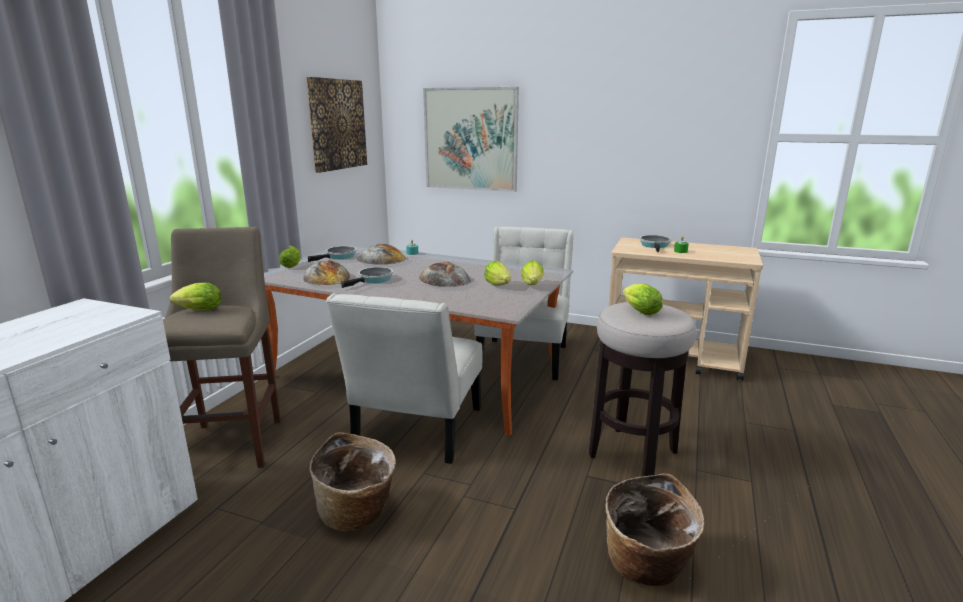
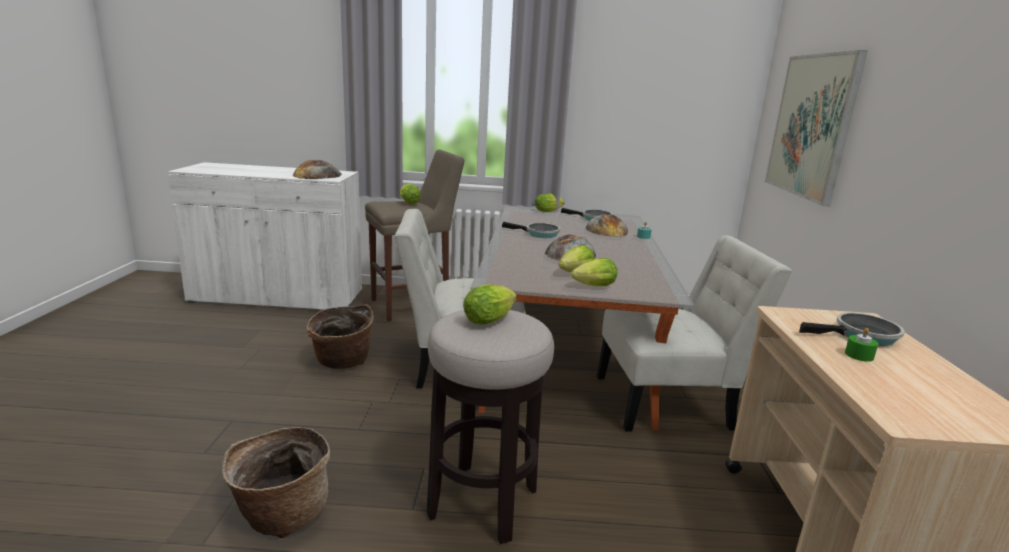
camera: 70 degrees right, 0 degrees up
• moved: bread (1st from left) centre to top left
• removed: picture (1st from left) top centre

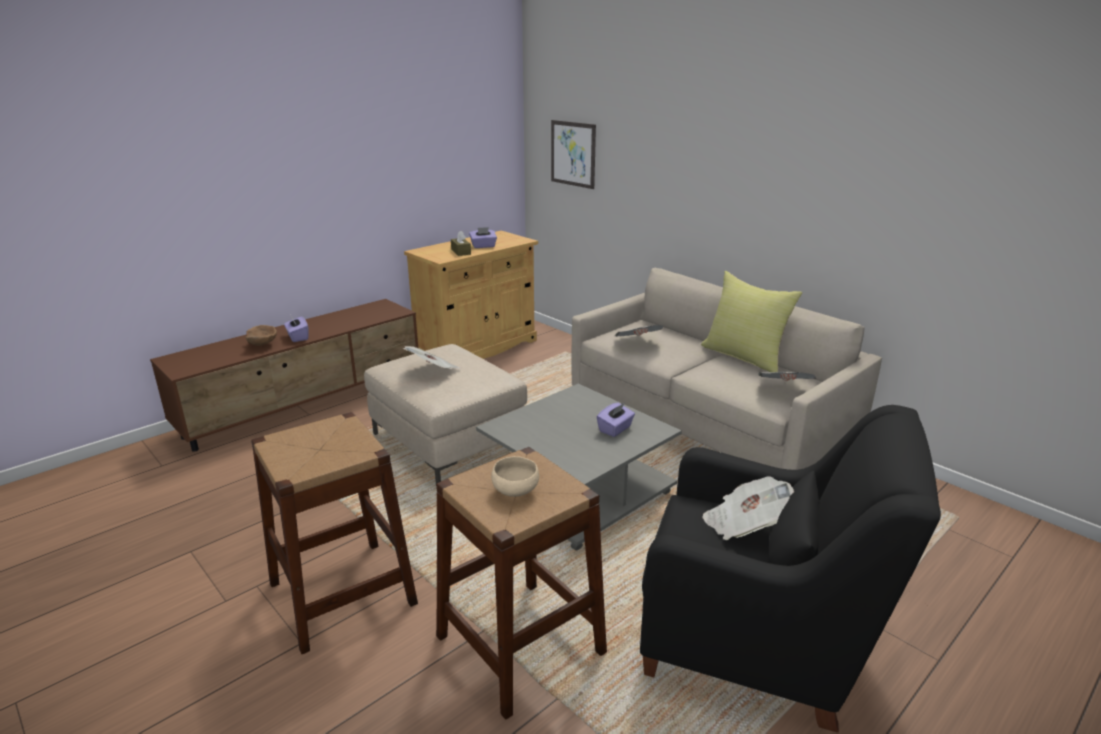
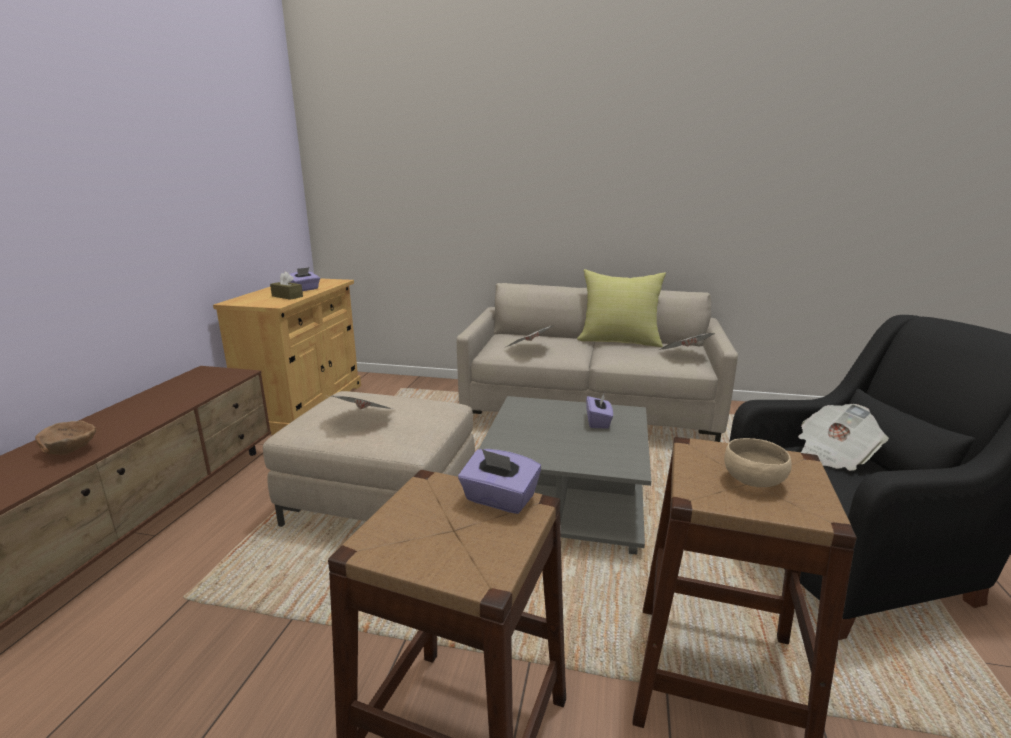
camera: 35 degrees left, 5 degrees down
• moved: tissue box (purple) (1st from left in the first image) middle left to tissue box (purple) (2nd from left) centre
• removed: picture top centre

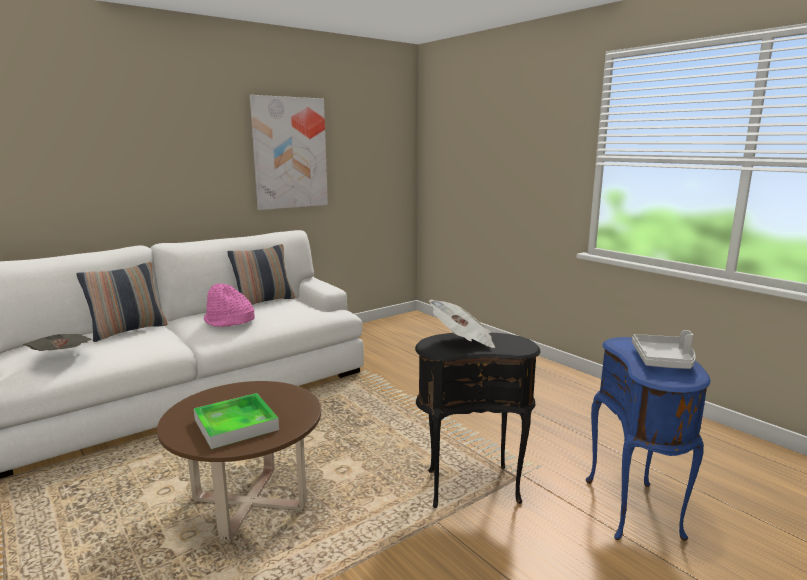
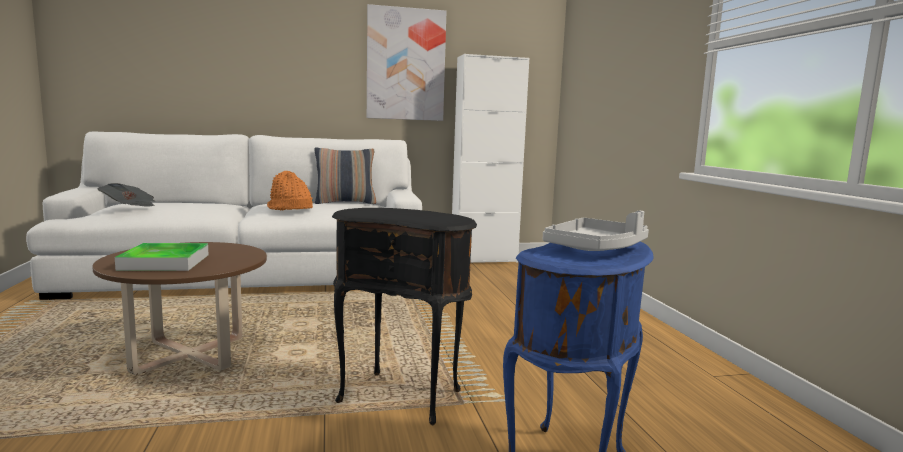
camera: 25 degrees right, 5 degrees down
• recoloured: hat (pink) middle left to hat (orange) middle left
• added: cabinet (white) centre
• removed: pillow (1st from left) middle left
• removed: newspaper (2nd from left) centre

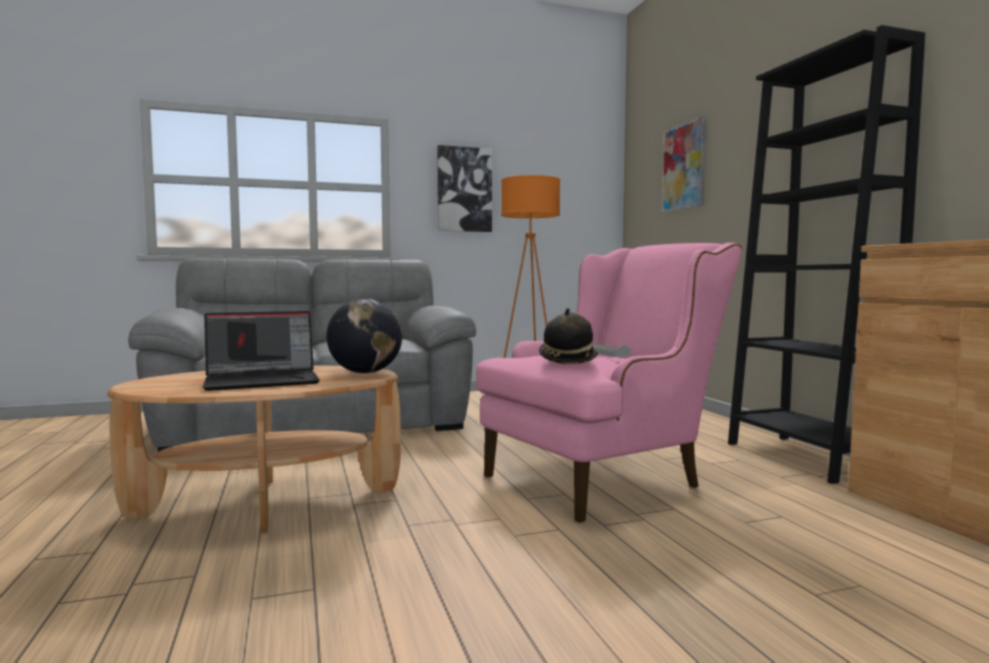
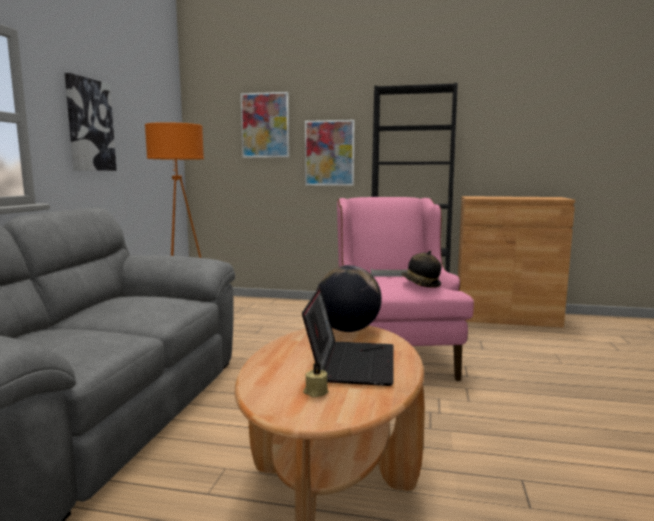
camera: 60 degrees left, 5 degrees up
• added: candle (beige) bottom centre
• added: picture (3rd from left) top centre

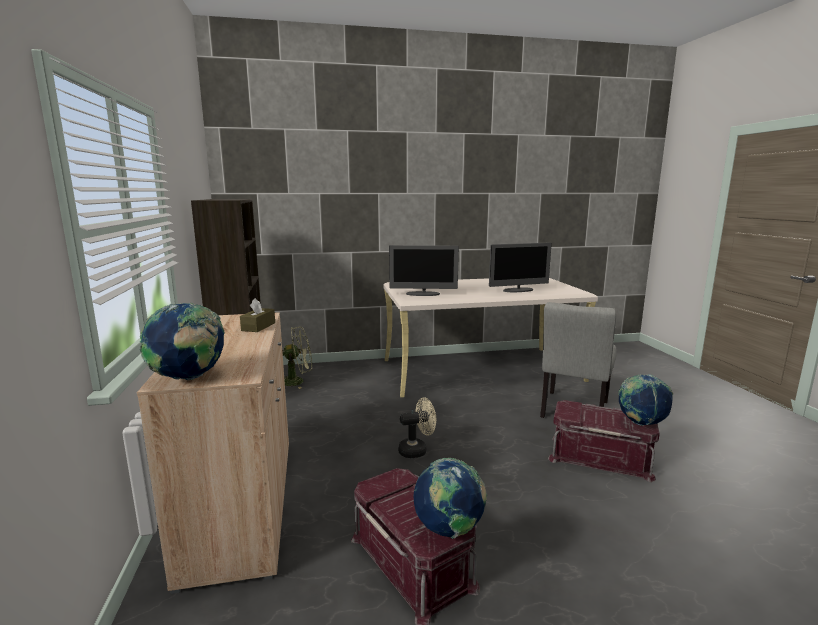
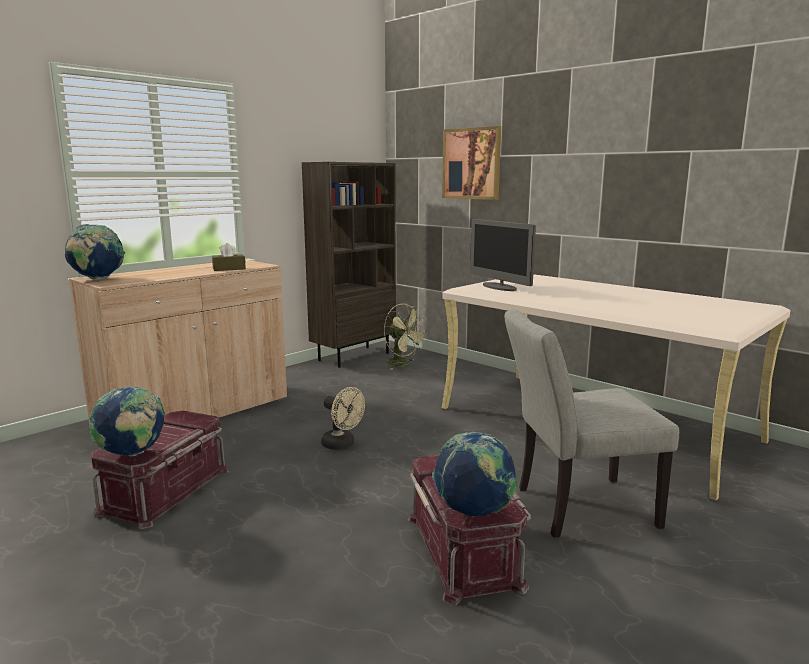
camera: 55 degrees right, 0 degrees up
• added: picture top centre
• removed: monitor (2nd from left) centre

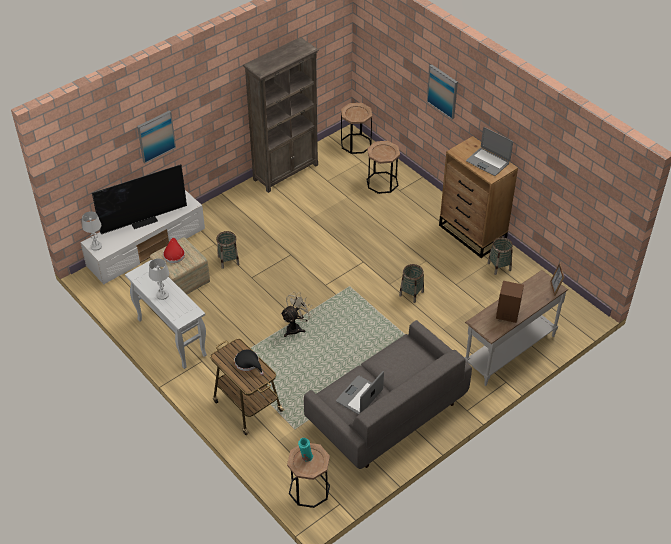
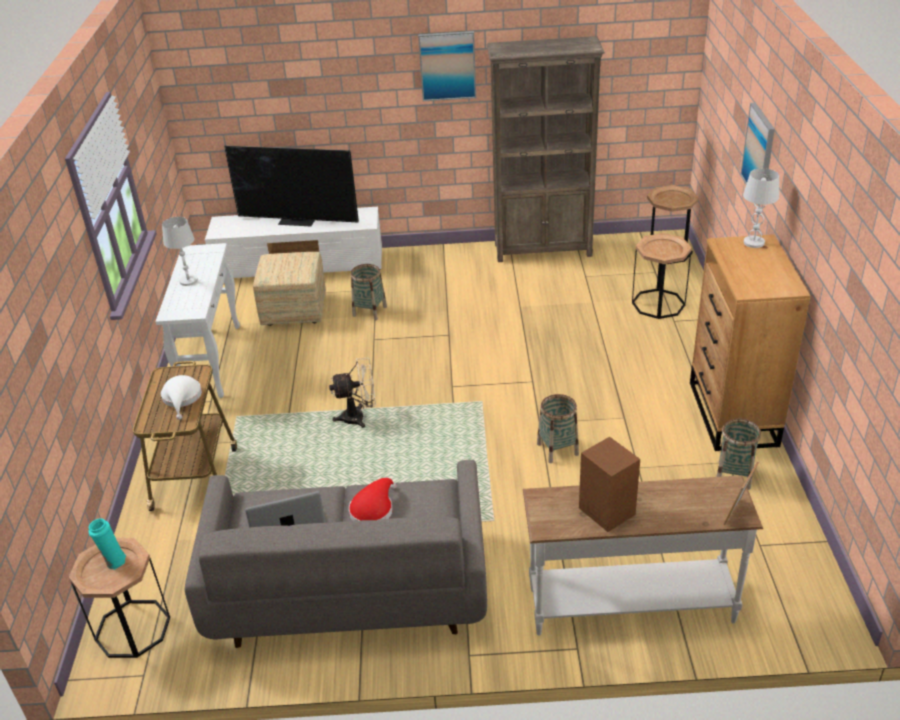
camera: 40 degrees right, 10 degrees down
• recoloured: hat (black) centre to hat (white) middle left
• moved: hat (red) middle left to bottom centre
• moved: picture (1st from left) top left to top centre
• moved: table lamp (white) (1st from left in the first image) middle left to table lamp (white) (2nd from left) top right
• removed: laptop (2nd from left) top right

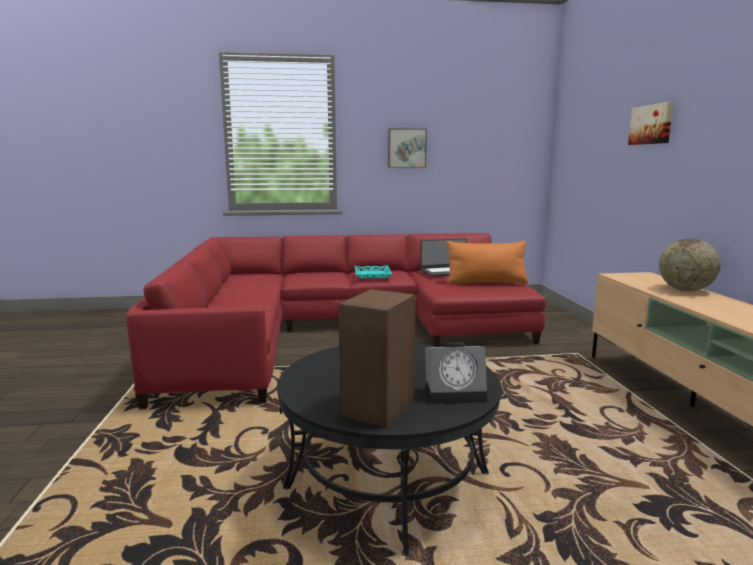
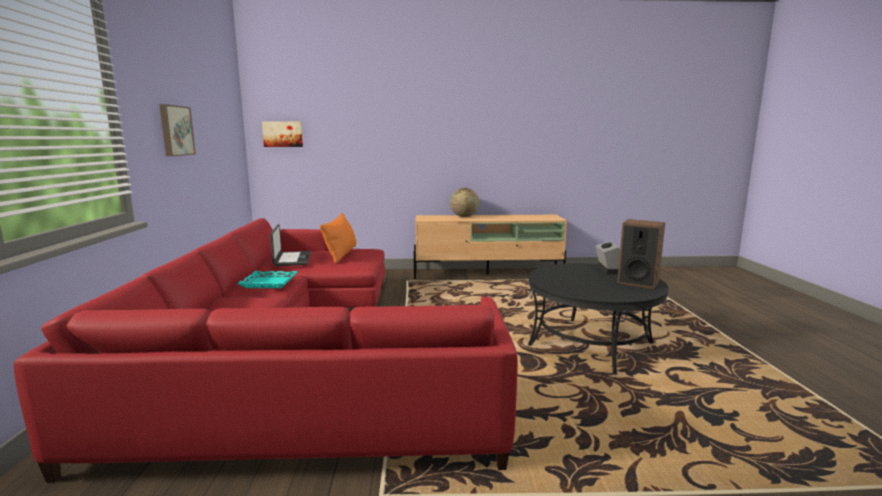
camera: 85 degrees left, 0 degrees up
• moved: picture (2nd from left) top right to top left

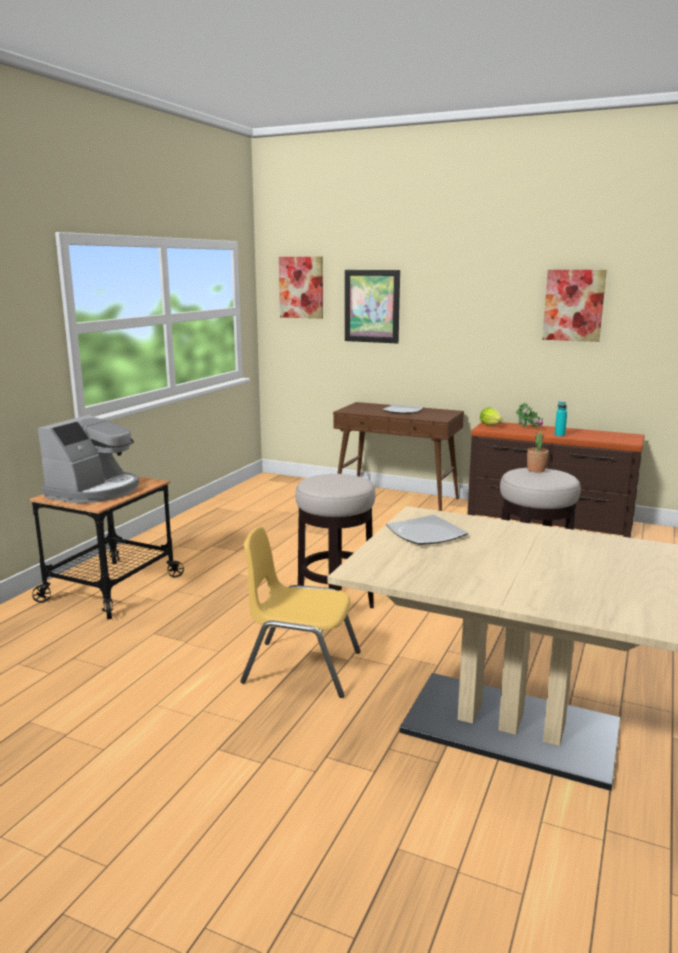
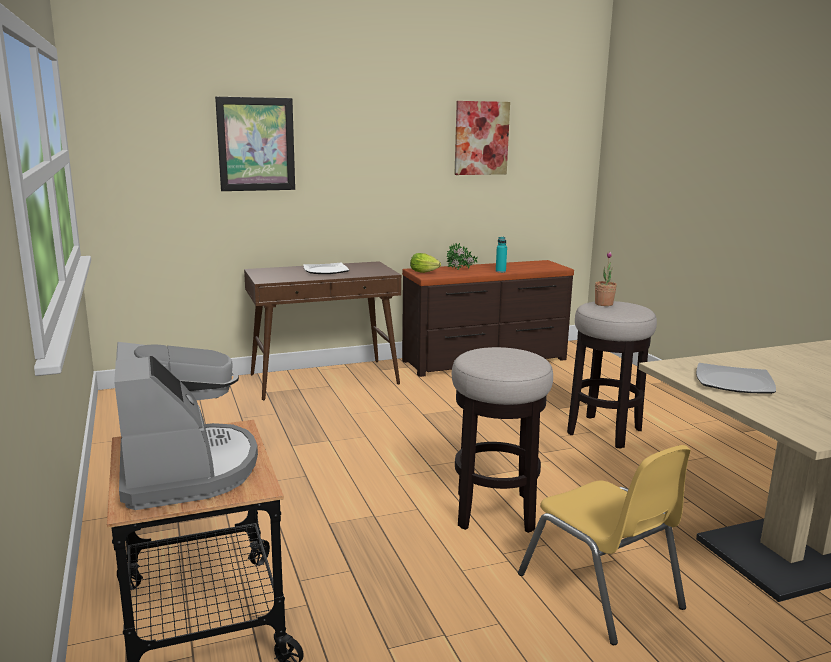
camera: 45 degrees left, 0 degrees up
• turned: chair (yellow) centre = bottom right 90 degrees counterclockwise
• removed: picture (1st from left) top centre

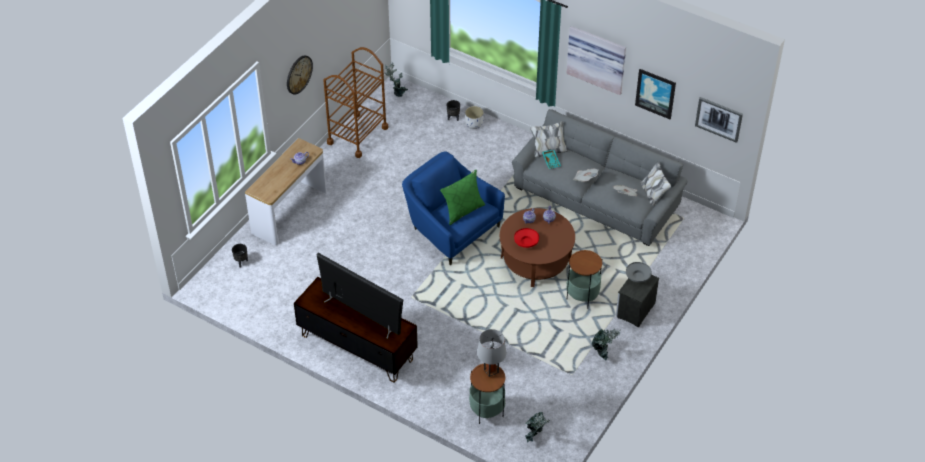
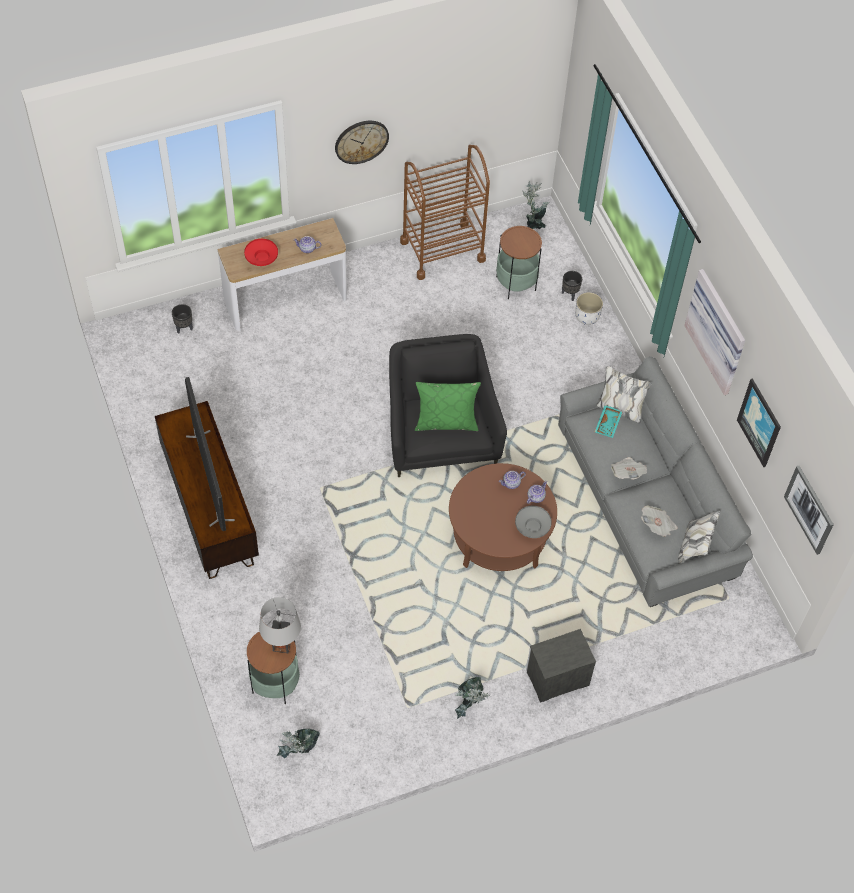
camera: 35 degrees right, 10 degrees up
• moved: bowl (red) centre to top left
• recoloured: armchair (blue) centre to armchair (black) centre
• moved: side table (2nd from left) centre to top centre
• moved: bowl (grey) middle right to centre

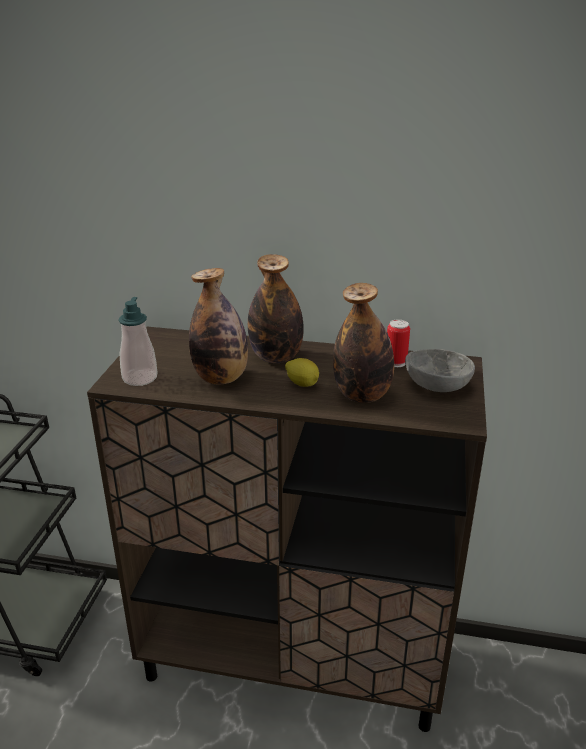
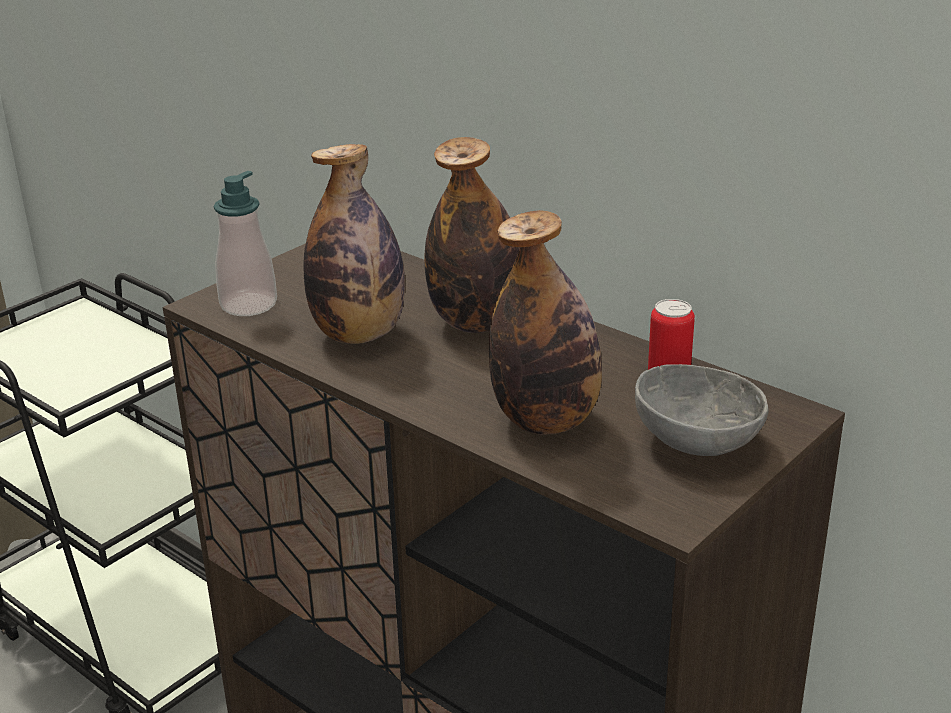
camera: 30 degrees right, 0 degrees up
• removed: lemon centre

